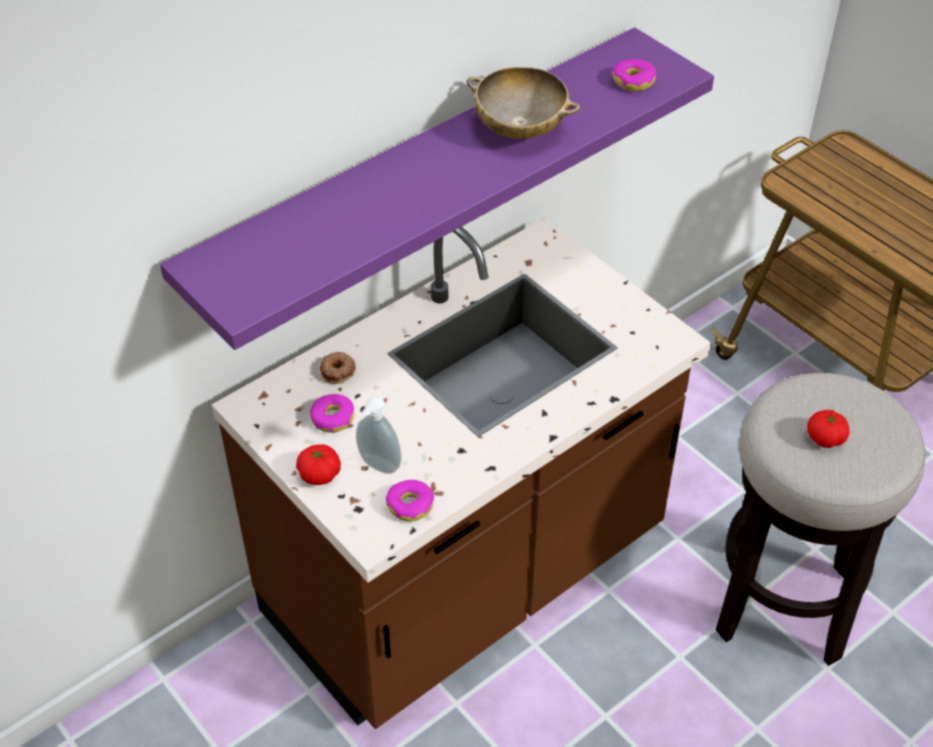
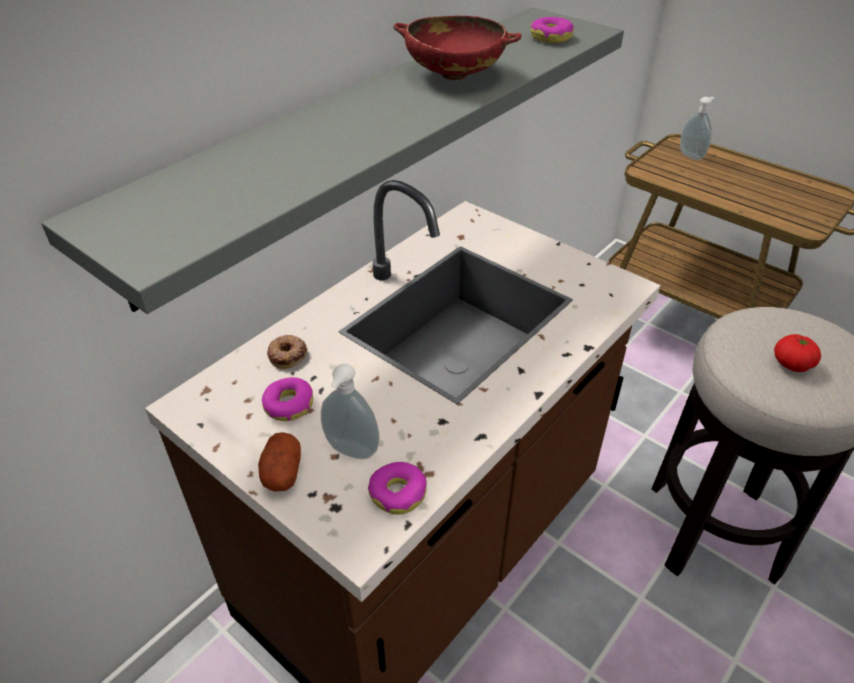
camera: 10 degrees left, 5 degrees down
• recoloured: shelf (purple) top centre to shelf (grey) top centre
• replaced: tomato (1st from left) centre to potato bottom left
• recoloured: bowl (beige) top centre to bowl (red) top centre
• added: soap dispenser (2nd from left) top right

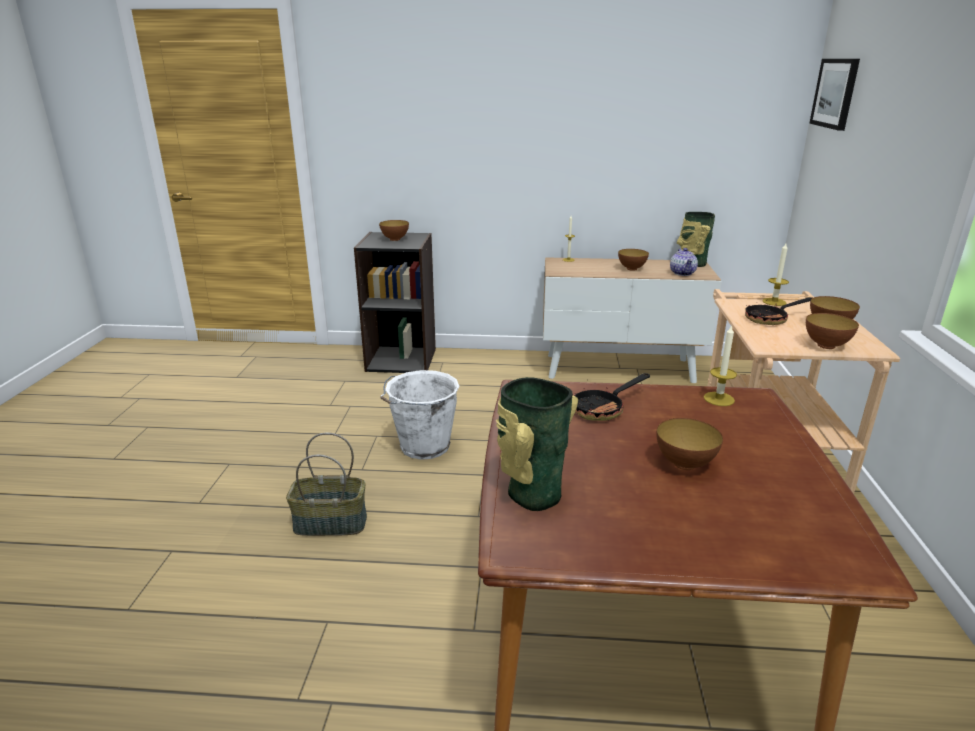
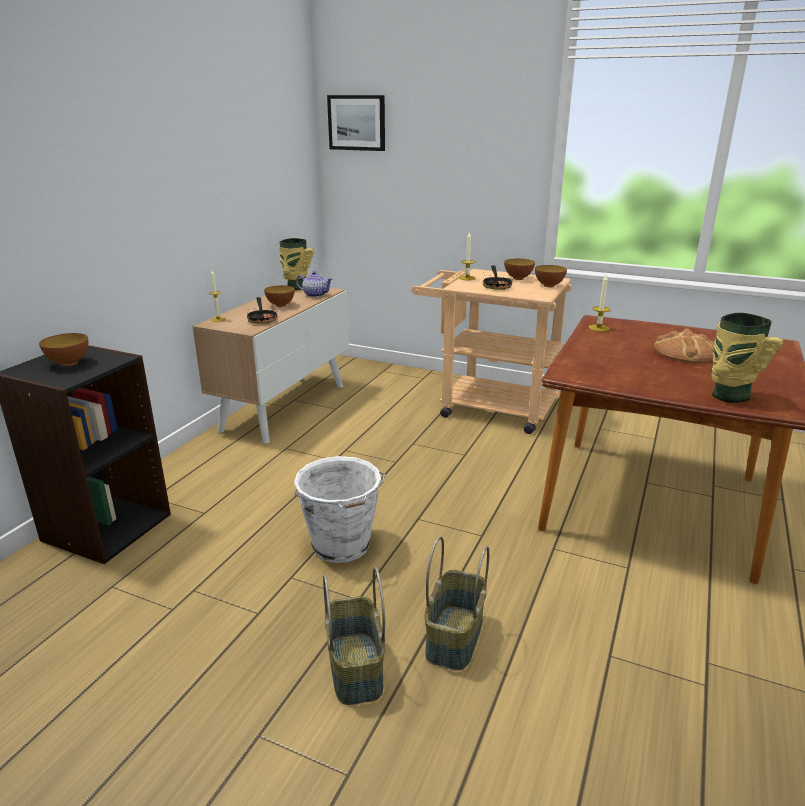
camera: 70 degrees left, 0 degrees up
• moved: frying pan (1st from left) centre to middle left
• added: basket (1st from left) bottom centre
• replaced: bowl (3rd from left) middle right to bread middle right

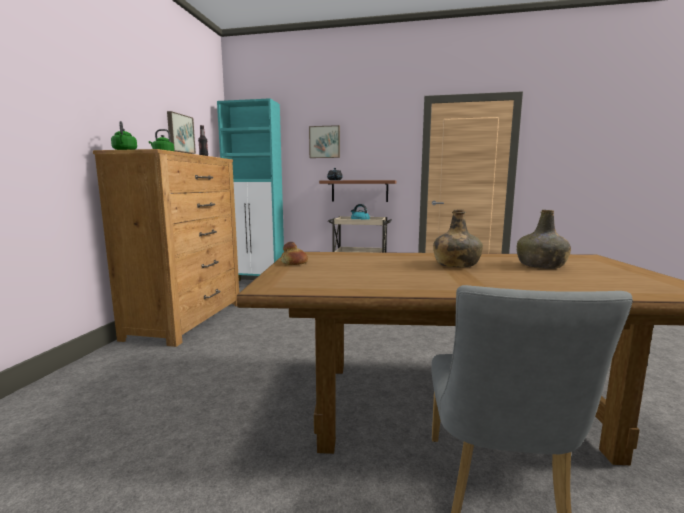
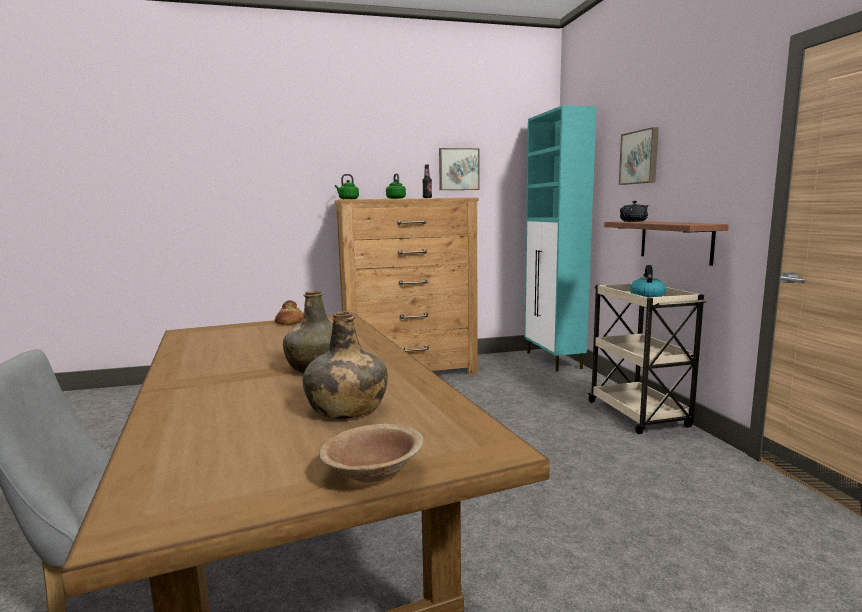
camera: 65 degrees right, 0 degrees up
• added: bowl (brown) bottom centre

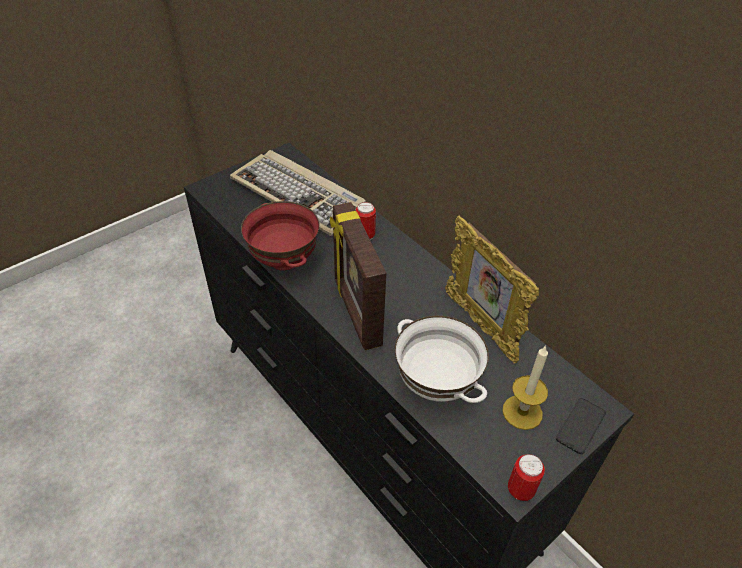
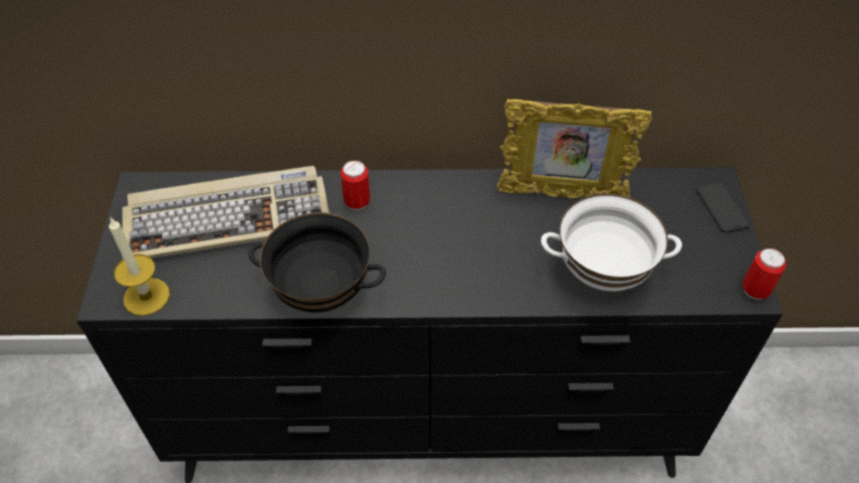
camera: 50 degrees left, 5 degrees up
• moved: candle bottom right to middle left
• recoloured: bowl (red) centre to bowl (black) centre
• removed: picture frame (1st from left) centre

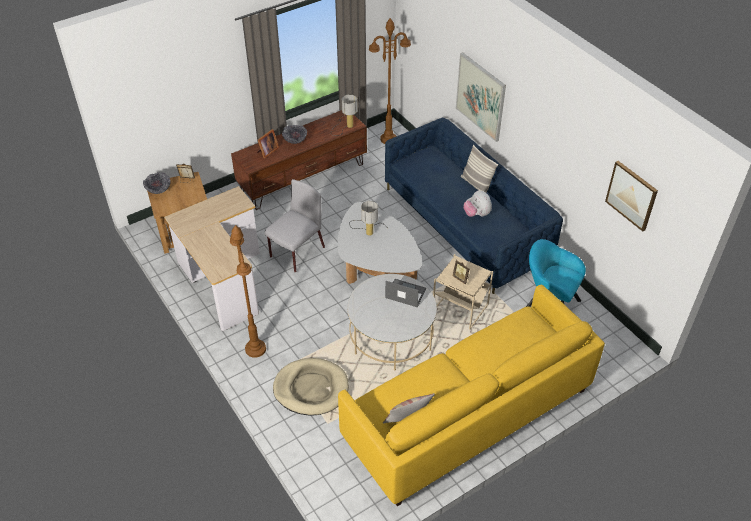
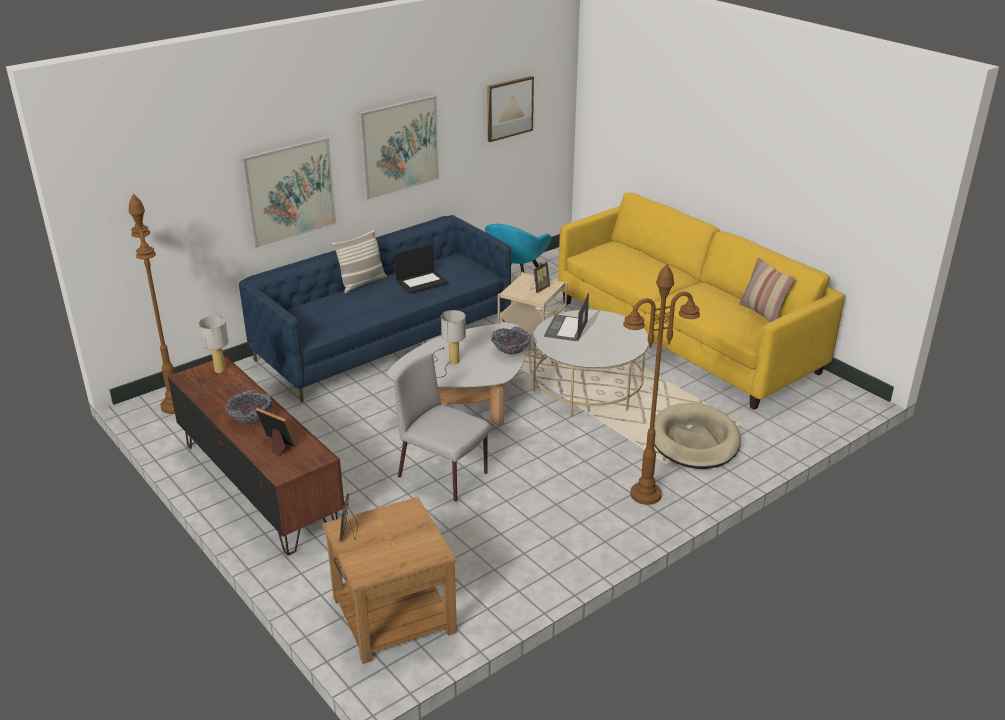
camera: 95 degrees left, 15 degrees down
• added: picture (2nd from left) top centre
• replaced: plush toy centre to laptop (1st from left) centre
• moved: bowl (1st from left in the first image) middle left to bowl (2nd from left) centre
• removed: desk middle left

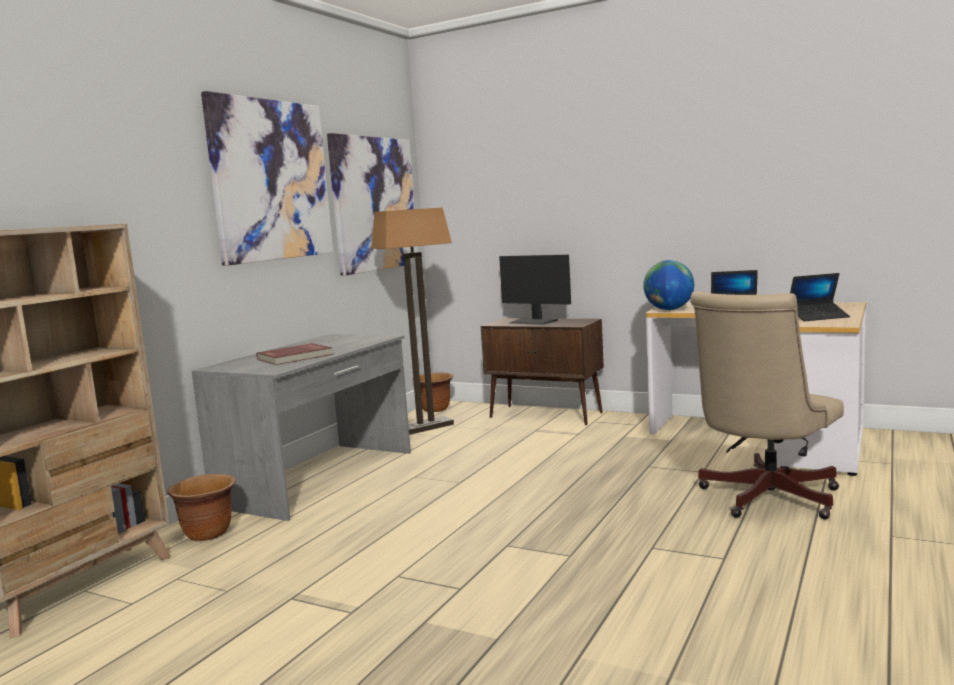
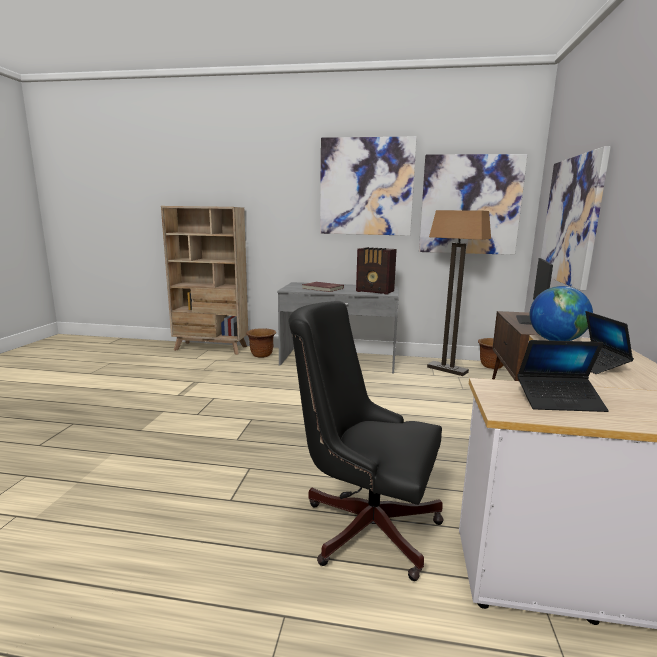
camera: 70 degrees right, 5 degrees up
• recoloured: office chair (beige) middle right to office chair (black) bottom centre
• added: radio centre
• turned: laptop (2nd from left in the first image) middle right = middle right 60 degrees counterclockwise
• added: picture (3rd from left) top right

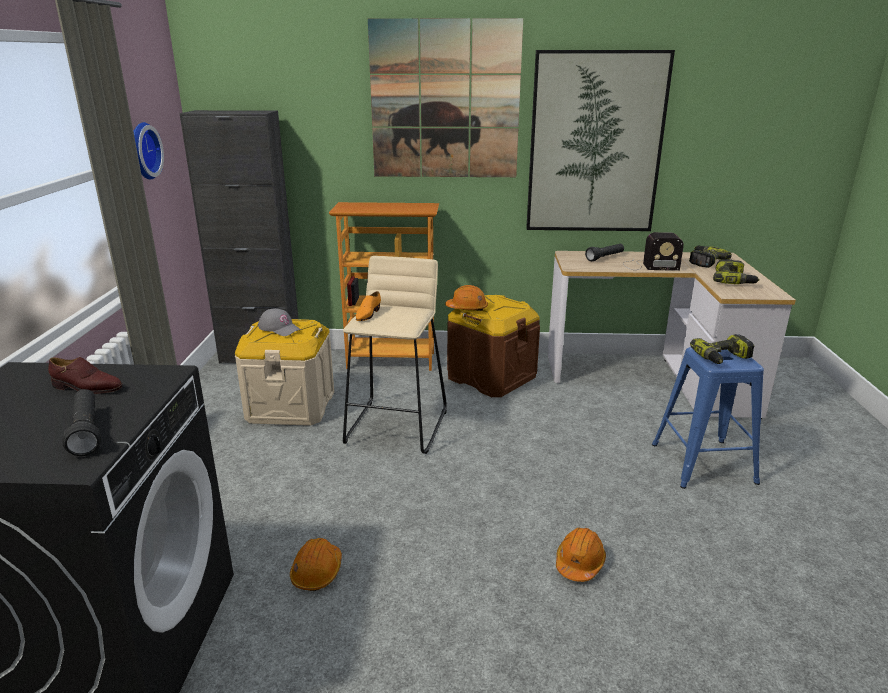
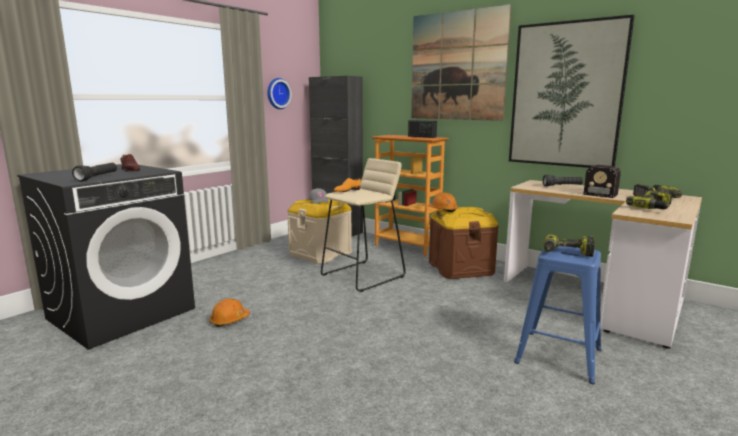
camera: 35 degrees right, 10 degrees down
• added: radio (1st from left) top centre
• removed: hard hat (orange) (3rd from left) bottom centre

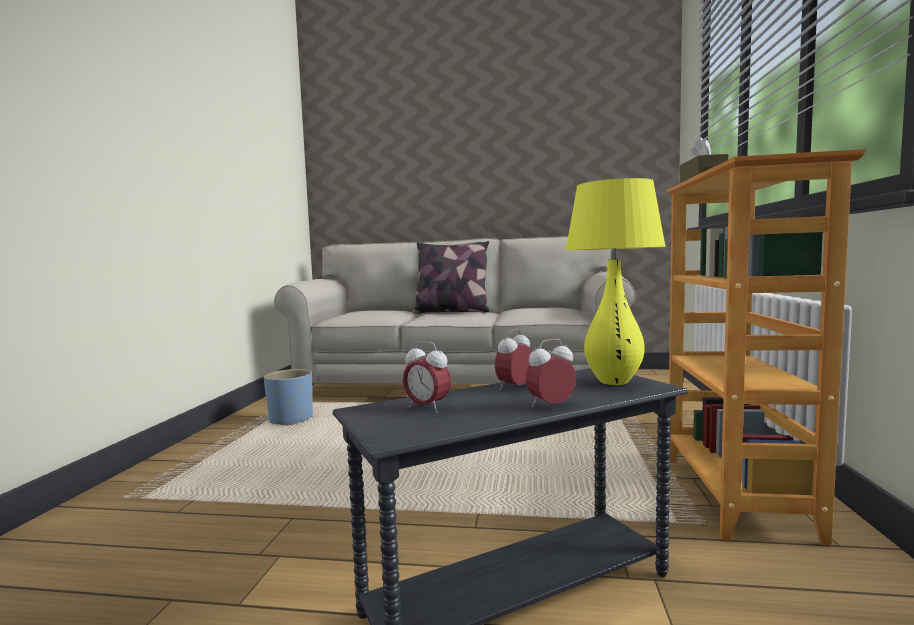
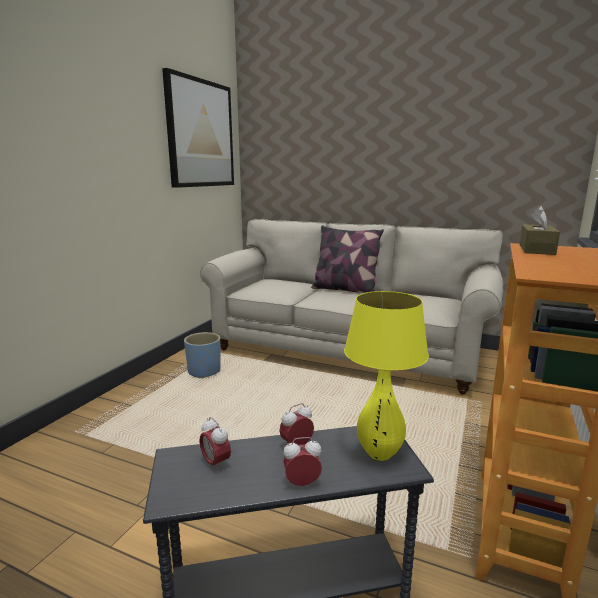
camera: 15 degrees right, 10 degrees up
• added: picture top left

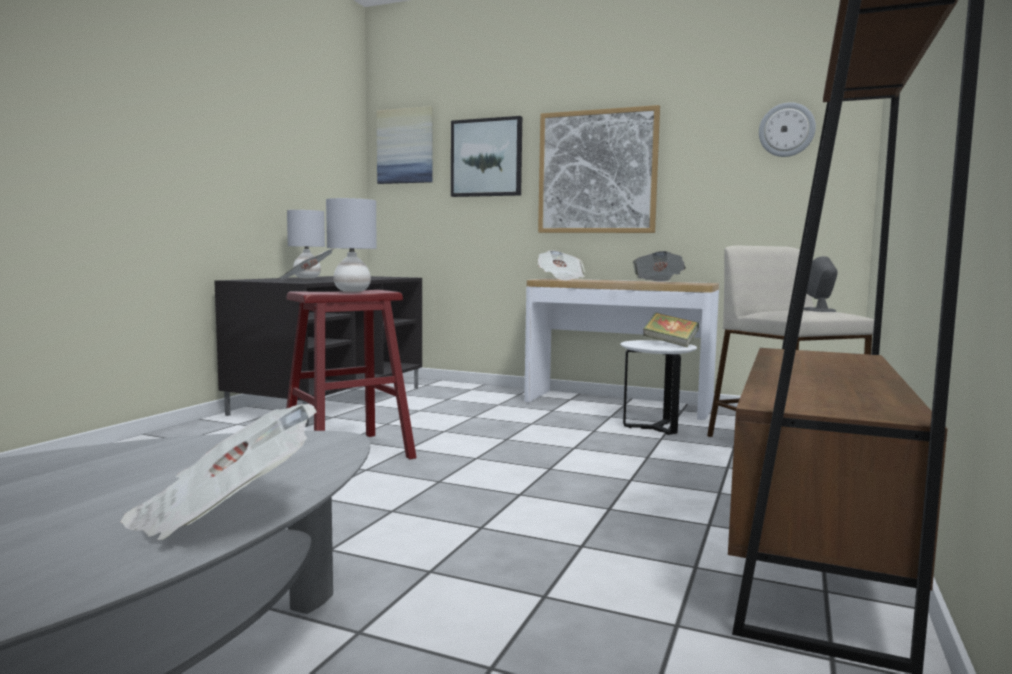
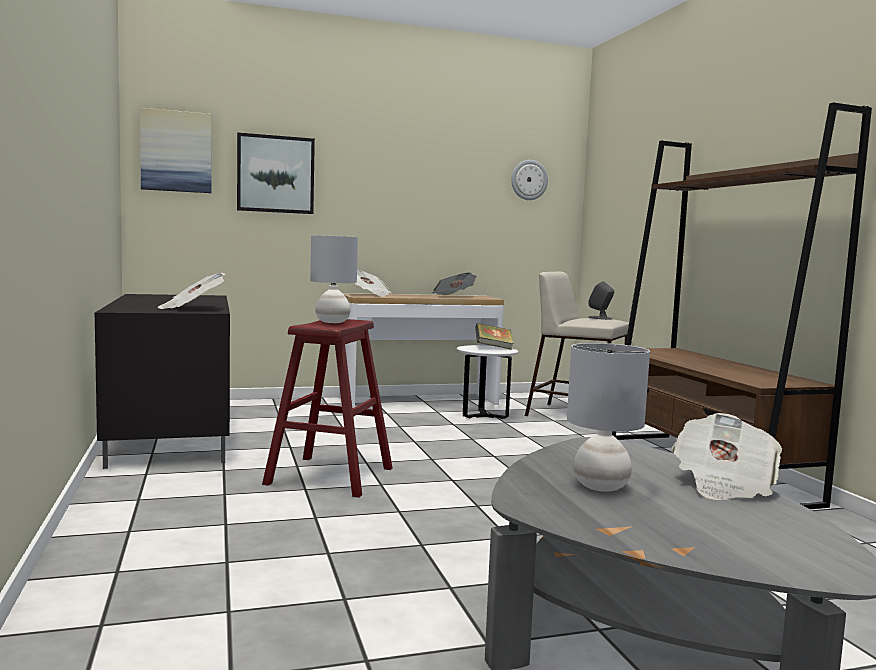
camera: 40 degrees left, 0 degrees up
• moved: table lamp (grey) (1st from left in the first image) middle left to table lamp (grey) (2nd from left) middle right
• removed: picture (3rd from left) top centre

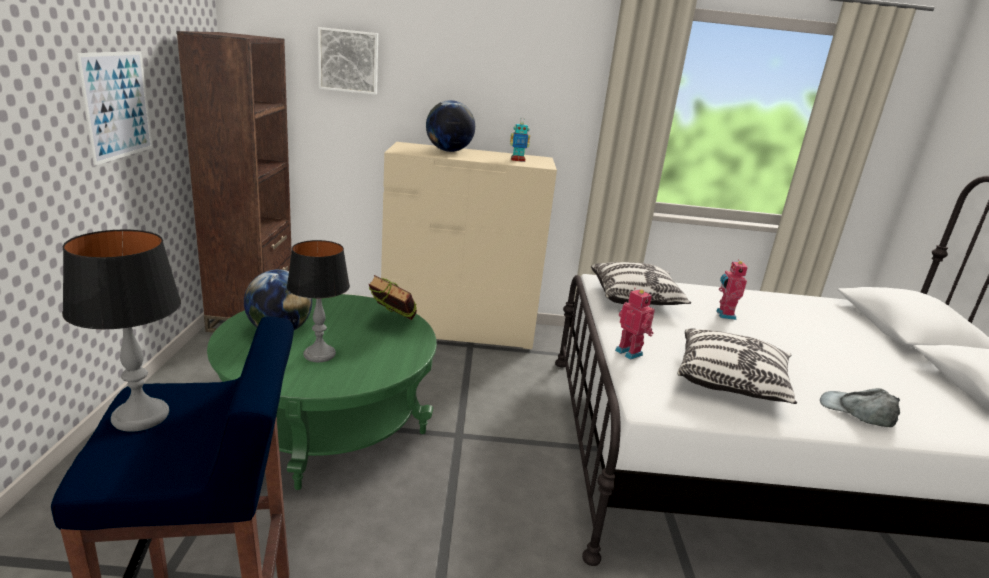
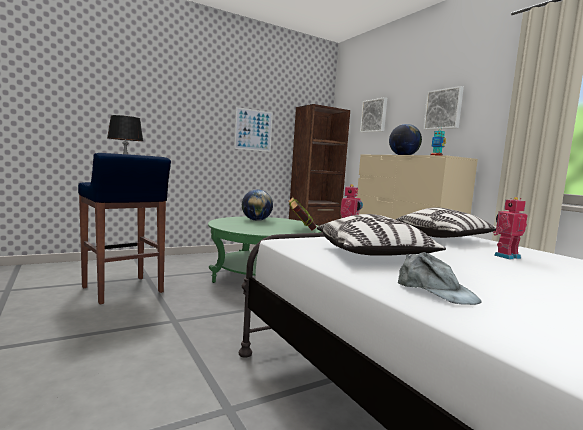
camera: 60 degrees right, 15 degrees down
• turned: cap (grey) bottom right = middle right 135 degrees clockwise
• added: picture (3rd from left) top right
• removed: table lamp (2nd from left) middle left

